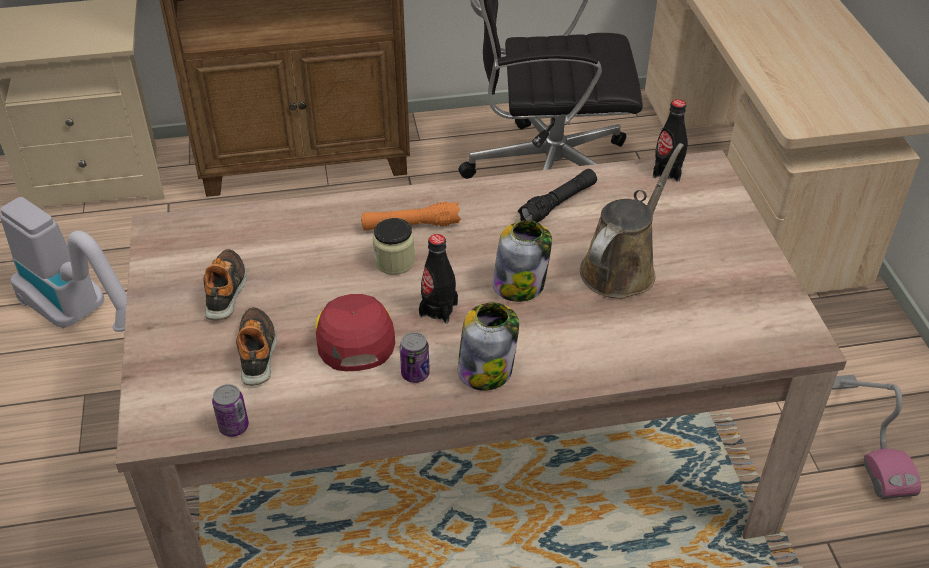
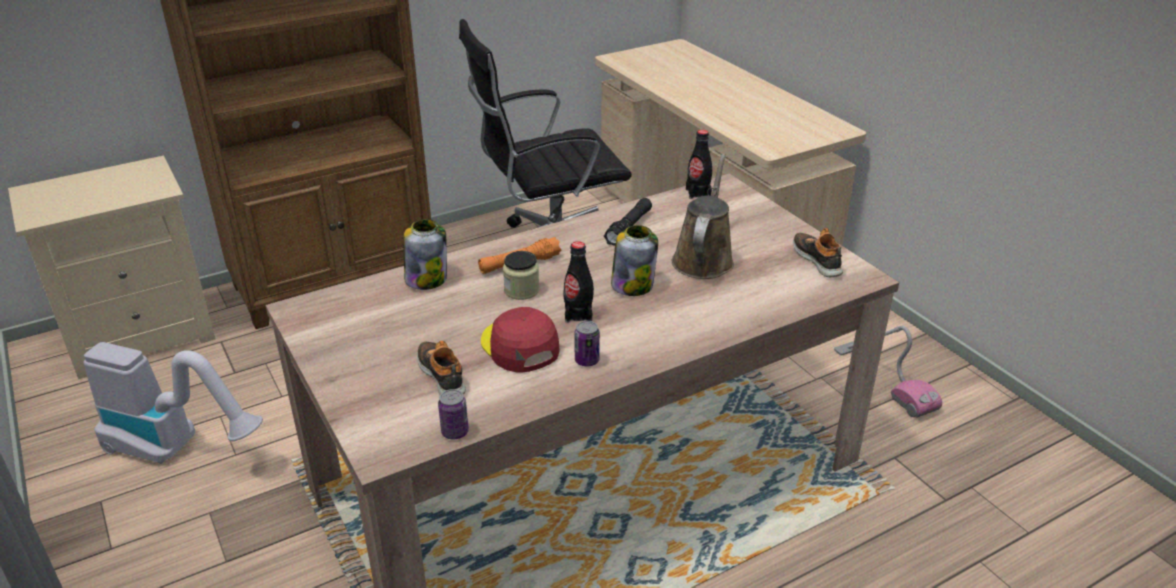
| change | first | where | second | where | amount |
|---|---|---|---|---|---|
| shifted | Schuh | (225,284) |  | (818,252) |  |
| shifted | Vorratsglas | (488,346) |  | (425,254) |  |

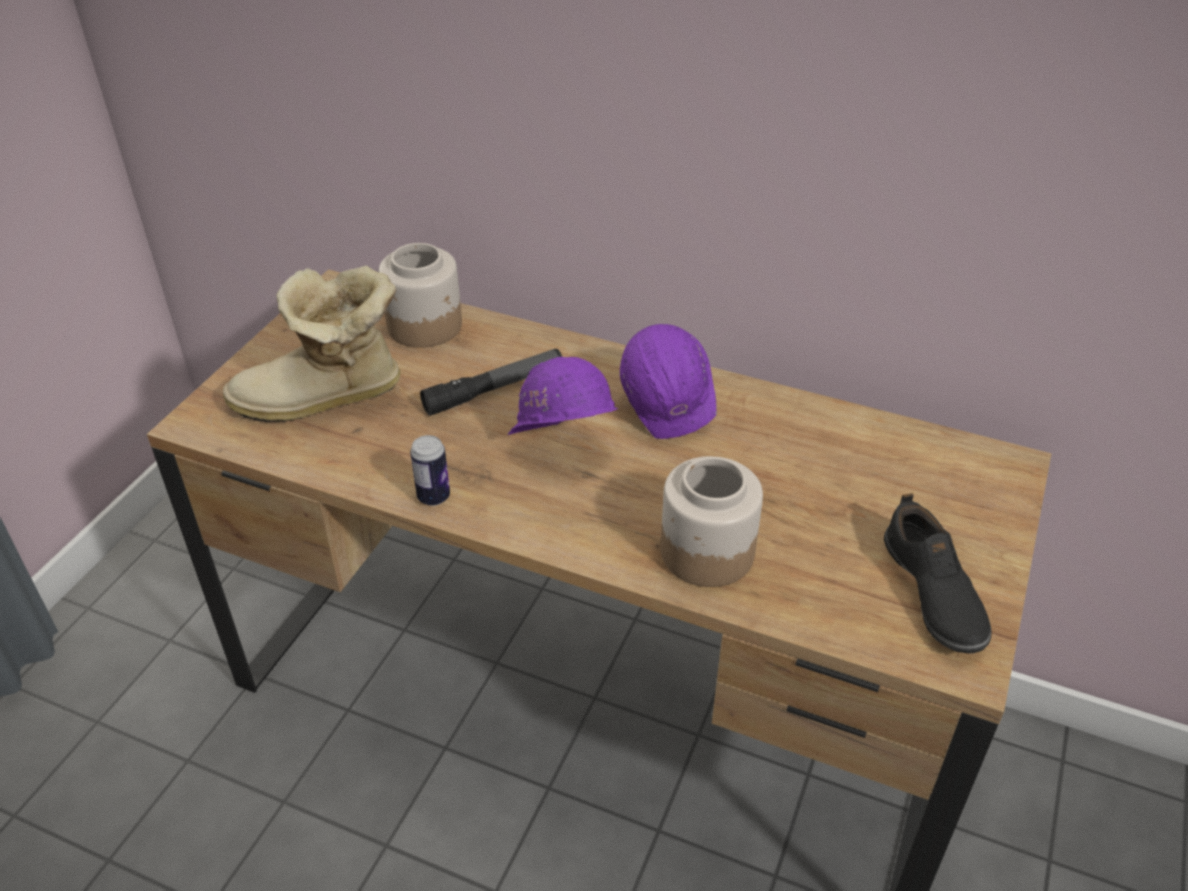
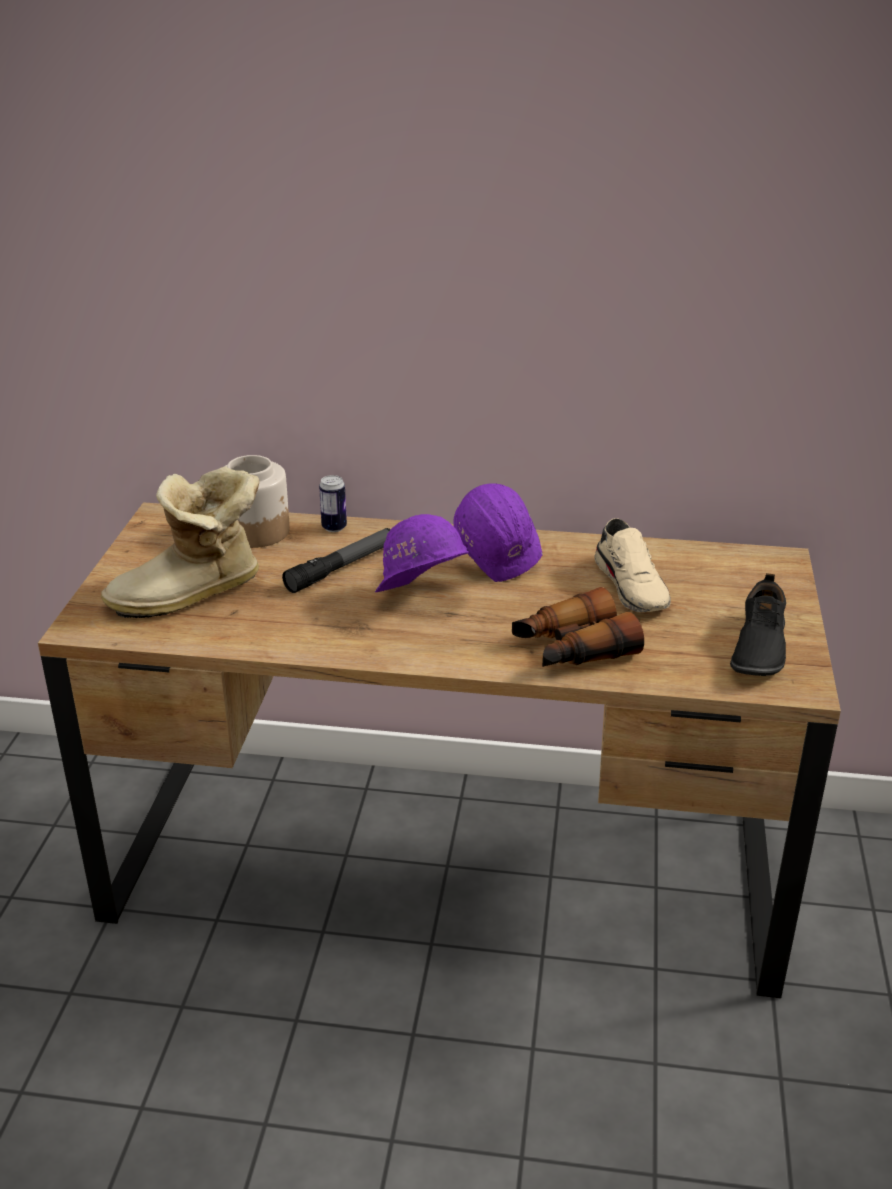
| change | first | where | second | where | amount |
|---|---|---|---|---|---|
| shifted | Dose | (430,470) |  | (333,503) |  |
| swapped | Vorratsglas | (712,521) | Fernglas | (578,627) |  |
| rotated | Schuh/schwarz | (937,573) |  | (758,624) | 45 degrees clockwise |
| new |  |  | Schuh/beige | (633,565) |  |

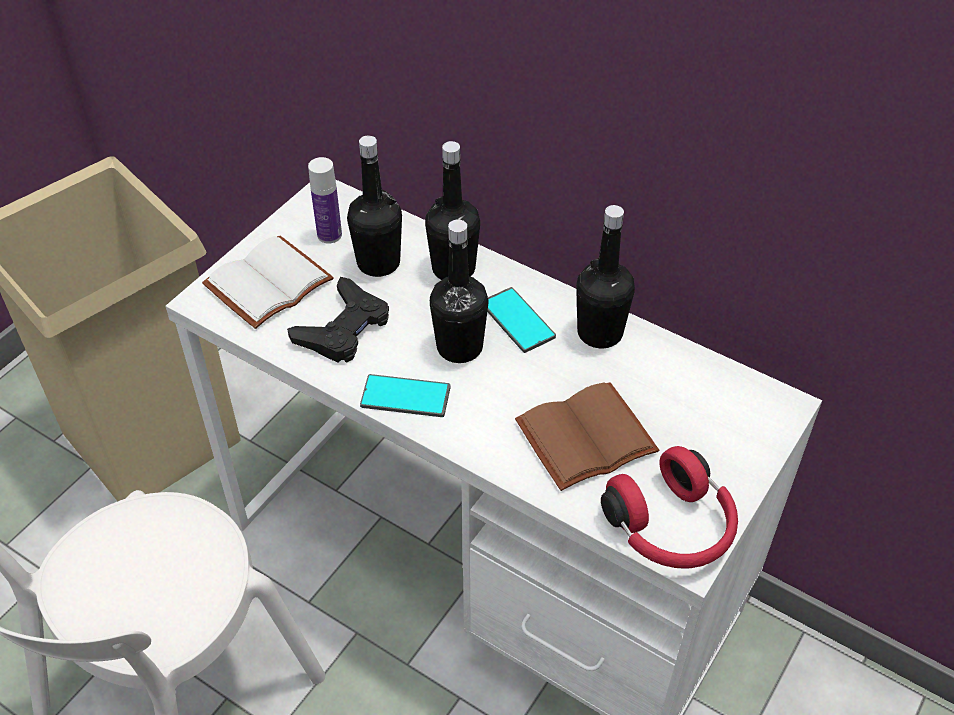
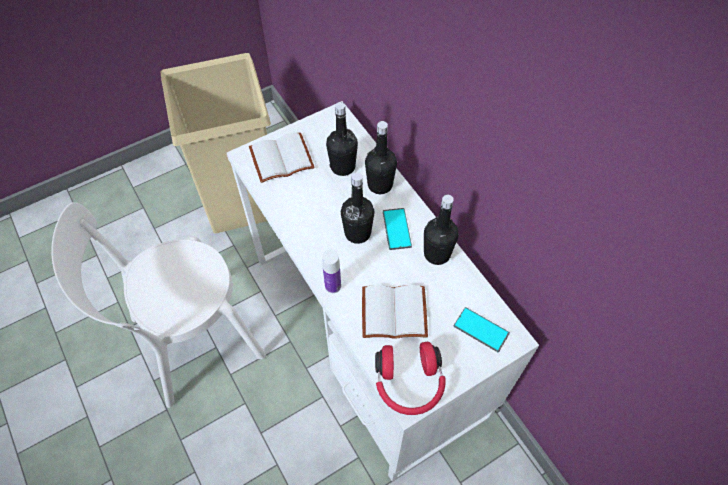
| change | first | where | second | where | amount |
|---|---|---|---|---|---|
| shifted | Flasche | (325,200) |  | (331,271) |  |
| gone | Gamepad/schwarz | (338,320) |  |  |  |
| shifted | Handy | (405,395) |  | (482,329) |  |
| repainted | Buch/braun | (587,436) | Buch/weiß | (395,312) |  |

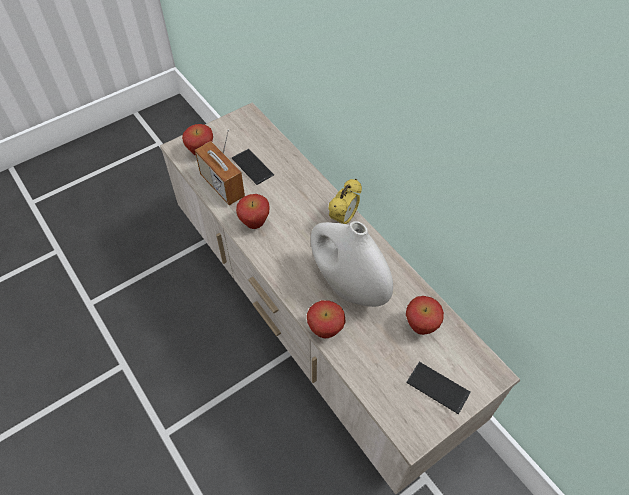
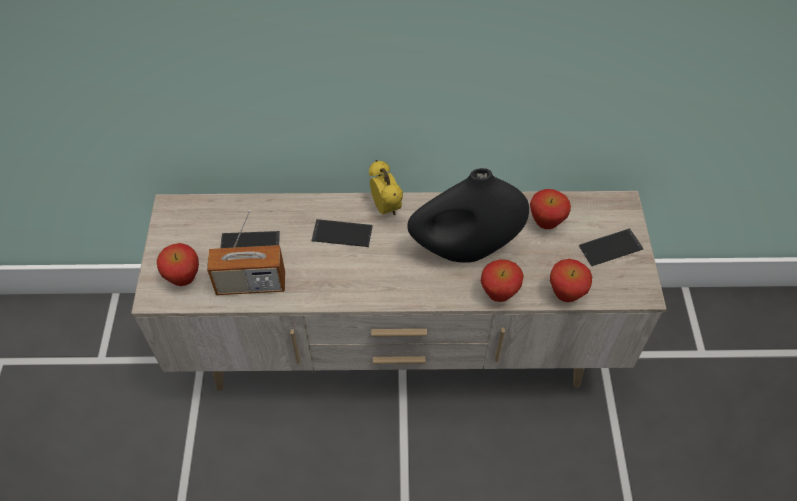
| change | first | where | second | where | amount |
|---|---|---|---|---|---|
| shifted | Apfel | (253,211) |  | (571,280) |  |
| repainted | Vase/weiß | (352,264) | Vase/schwarz | (468,215) |  |
| new |  |  | Handy | (342,233) |  |

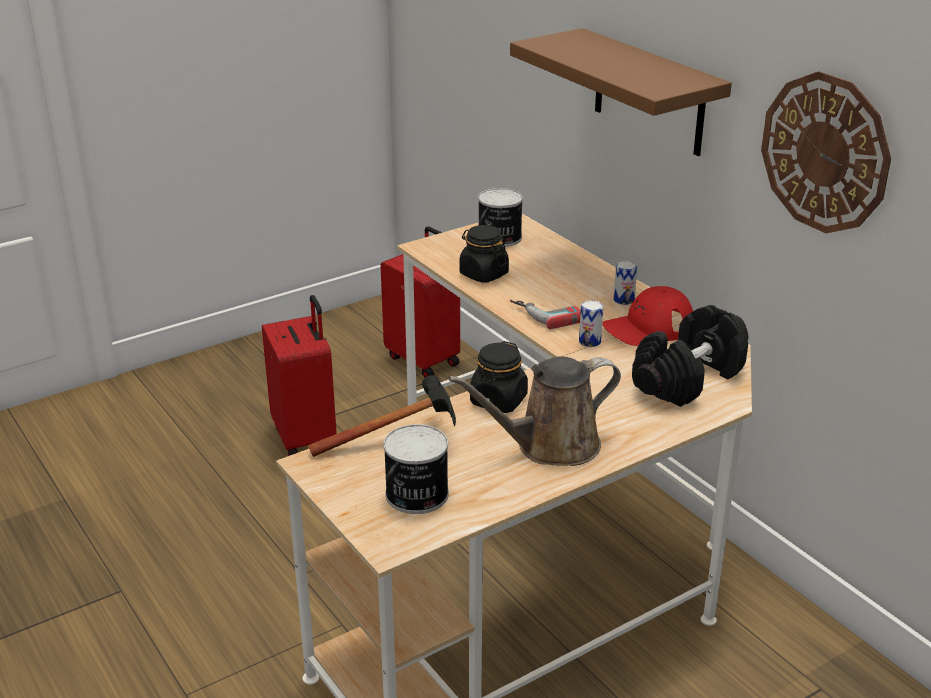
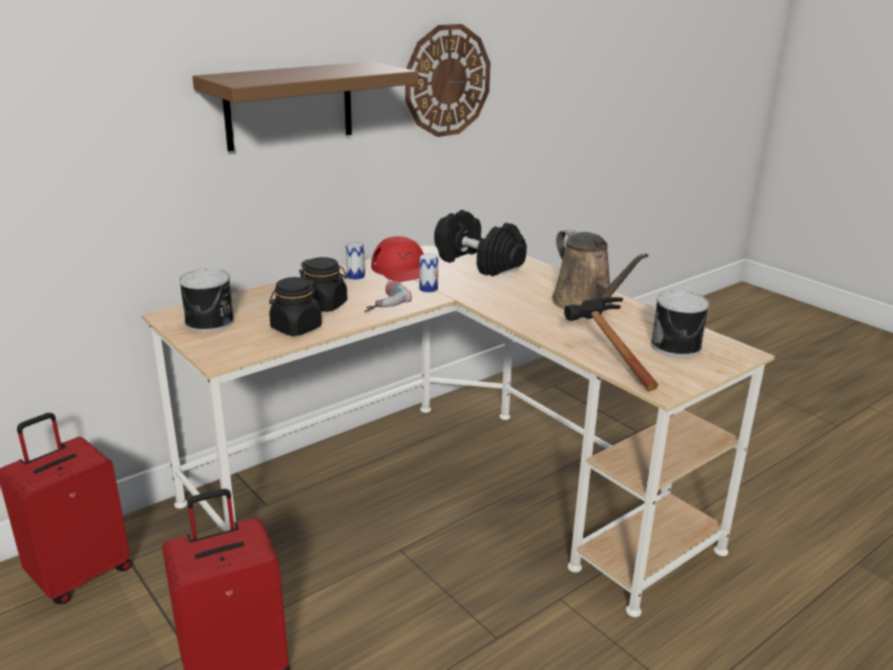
| change | first | where | second | where | amount |
|---|---|---|---|---|---|
| shifted | Vorratsglas/schwarz | (499,377) |  | (323,284) |  |

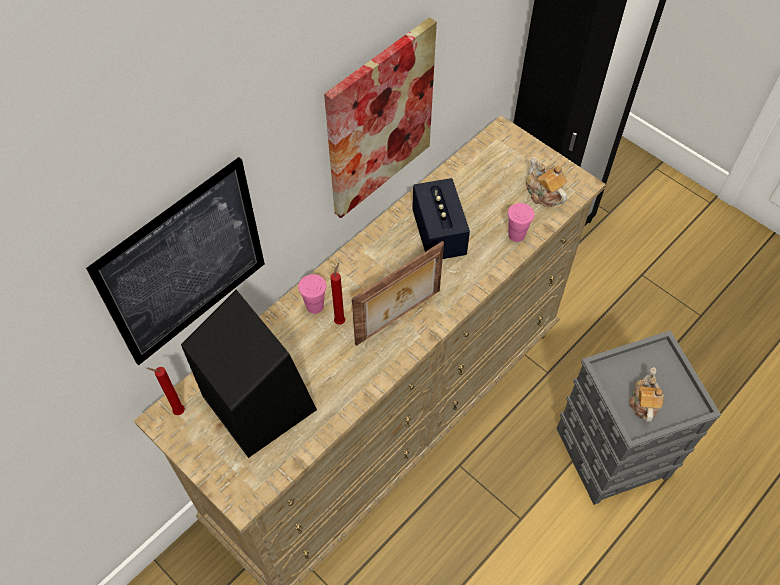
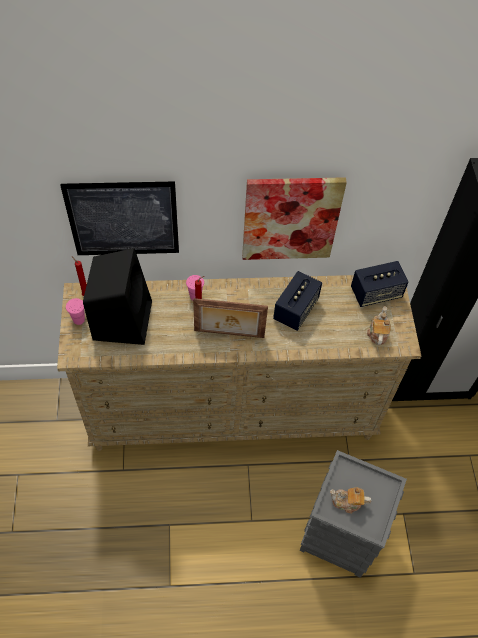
| change | first | where | second | where | amount |
|---|---|---|---|---|---|
| shifted | Tasse/rosa | (521,222) |  | (75,311) |  |
| rotated | Teekanne | (646,394) |  | (350,500) | 135 degrees counterclockwise |
| new |  |  | Lautsprecher | (380,284) |  |

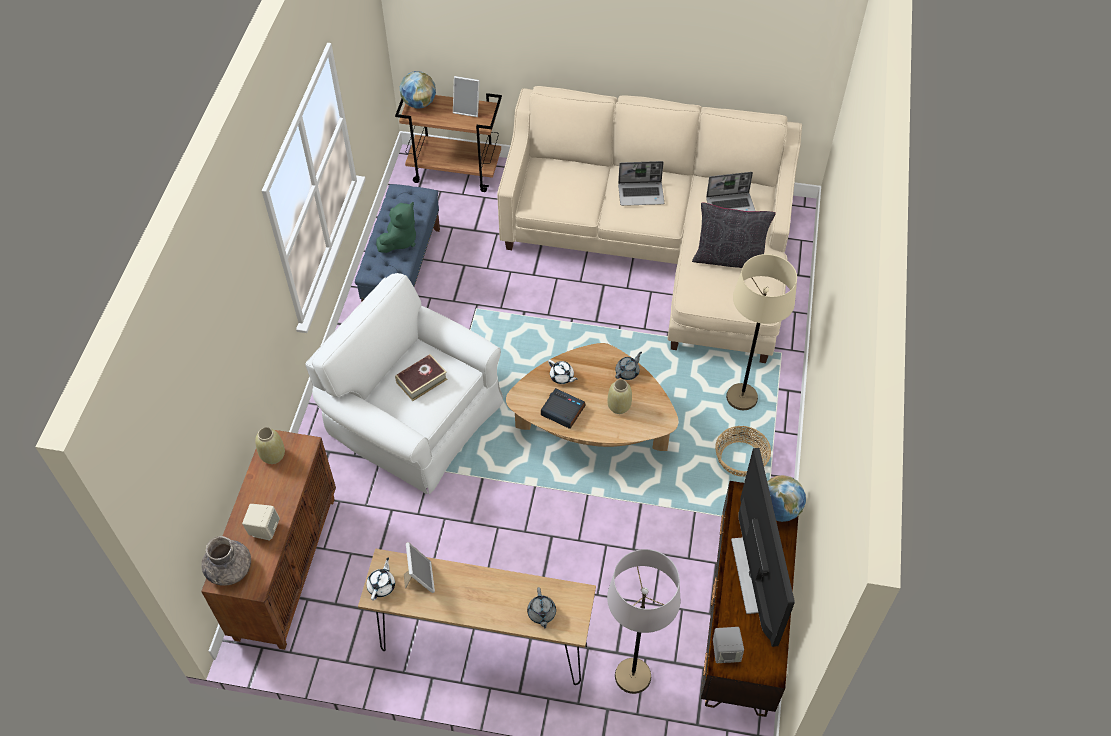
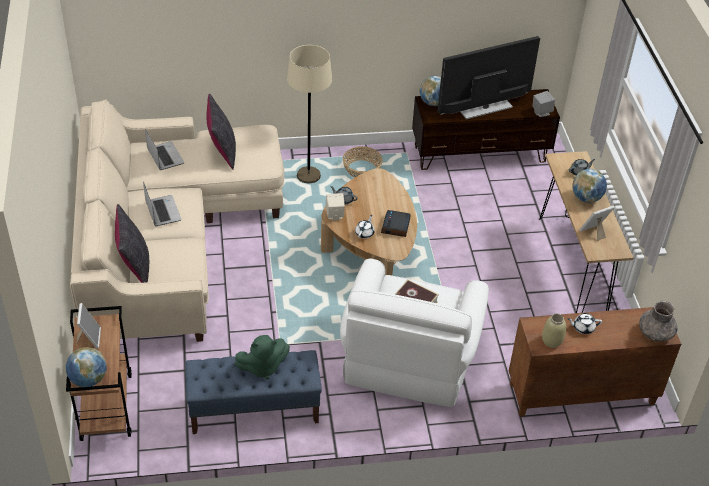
| change | first | where | second | where | amount |
|---|---|---|---|---|---|
| rotated | Plüschtier/grün | (396,227) |  | (262,357) | 150 degrees clockwise |
| gone | Vase/beige | (620,396) |  |  |  |
| shifted | Lautsprecher/beige | (261,522) |  | (335,206) |  |
| gone | Stehlampe/grau | (644,621) |  |  |  |
| shifted | Teekanne/weiß | (380,579) |  | (585,323) |  |
| new |  |  | Globus | (589,186) |  |
| new |  |  | Kissen/schwarz | (132,243) |  |

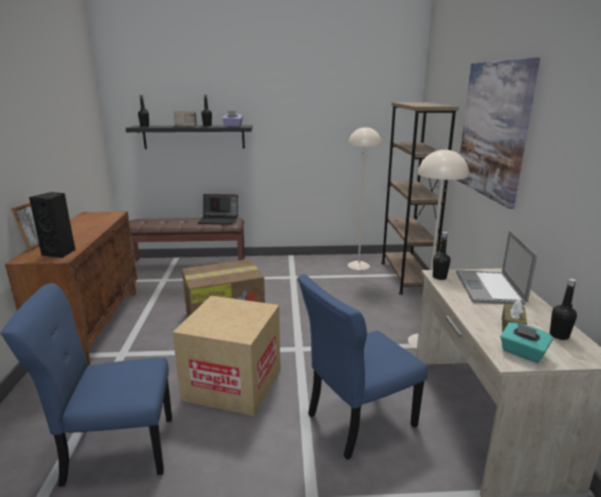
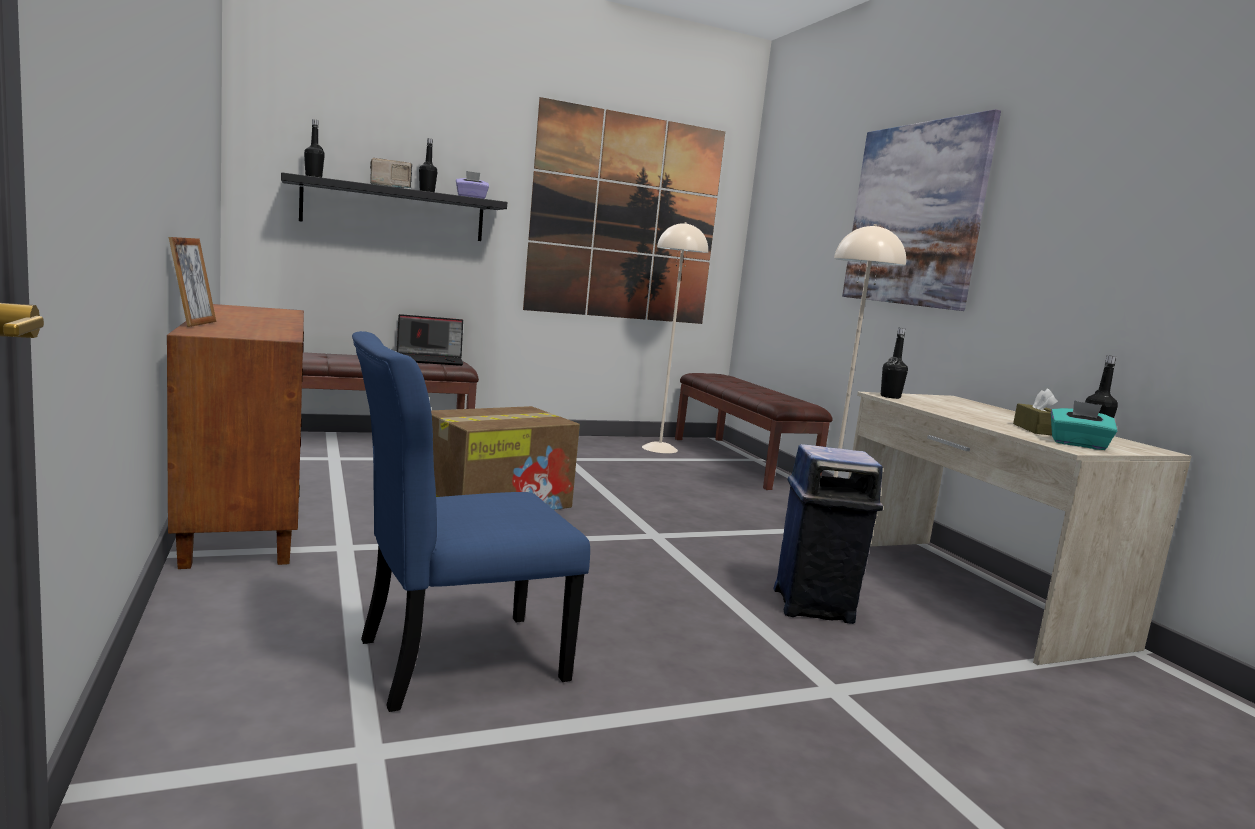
| change | first | where | second | where | amount |
|---|---|---|---|---|---|
| swapped | Bücherregal/braun | (420,198) | Bank/braun | (754,431) |  |
| gone | Lautsprecher/schwarz | (52,225) |  |  |  |
| gone | Laptop | (496,267) |  |  |  |
| swapped | Stuhl/blau | (362,367) | Mülleimer/blau | (828,534) |  |
| gone | Karton | (226,356) |  |  |  |
| new |  |  | Bild | (624,210) |  |

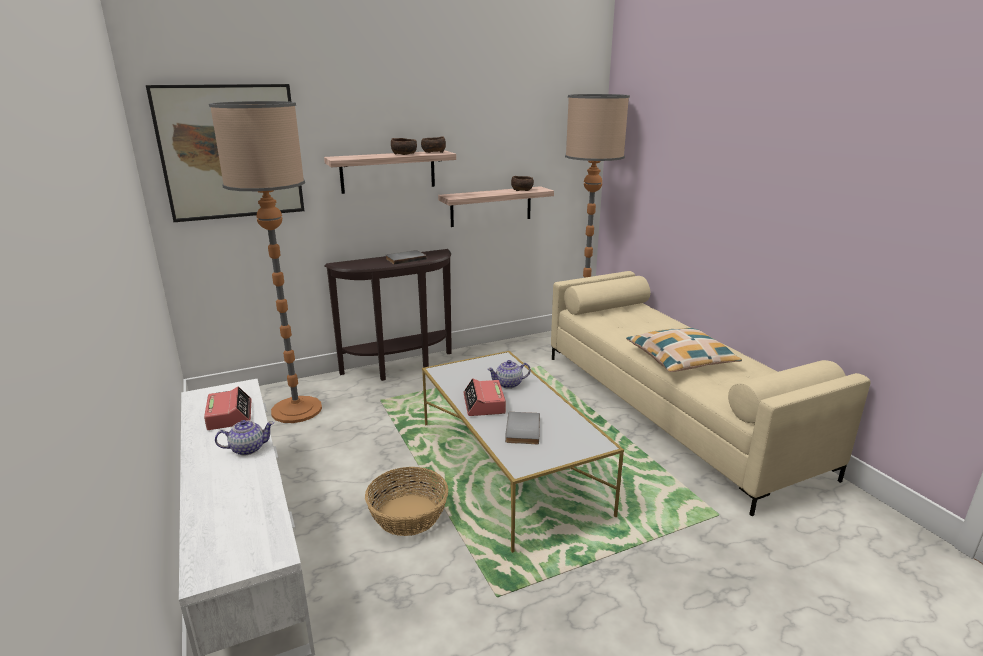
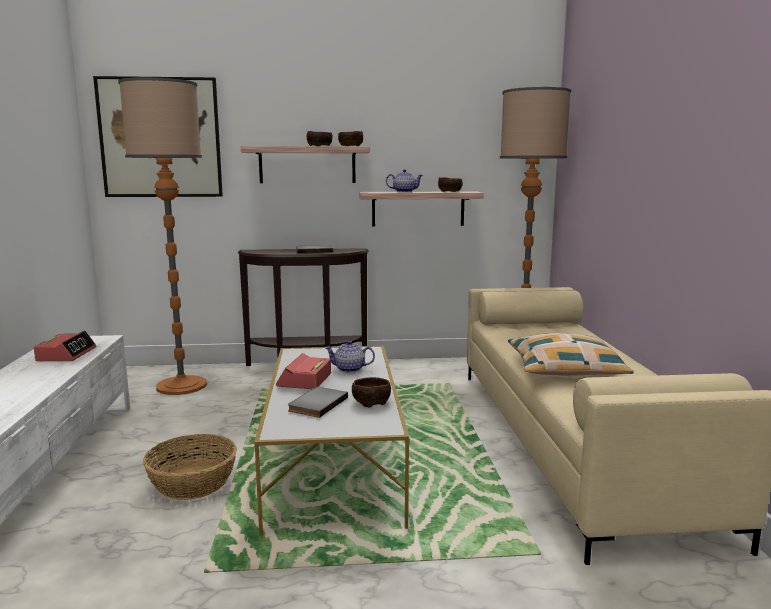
| change | first | where | second | where | amount |
|---|---|---|---|---|---|
| shifted | Teekanne | (244,438) |  | (404,181) |  |
| new |  |  | Schüssel/braun | (371,392) |  |

